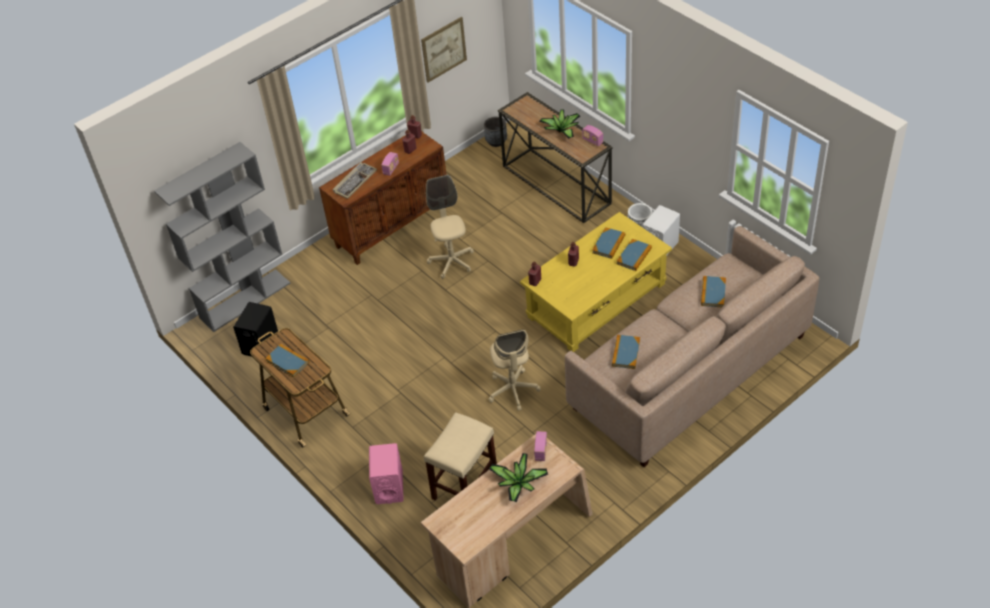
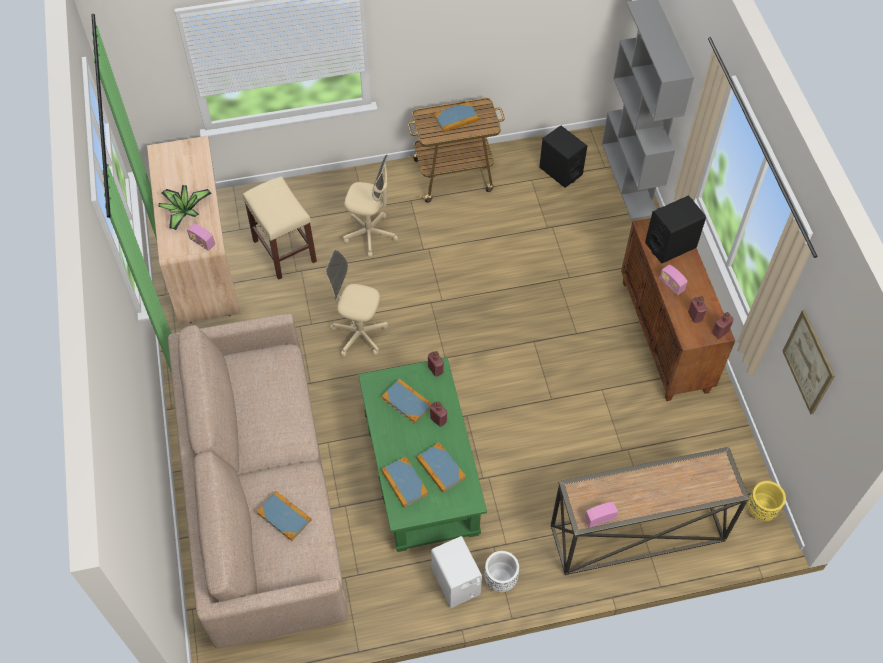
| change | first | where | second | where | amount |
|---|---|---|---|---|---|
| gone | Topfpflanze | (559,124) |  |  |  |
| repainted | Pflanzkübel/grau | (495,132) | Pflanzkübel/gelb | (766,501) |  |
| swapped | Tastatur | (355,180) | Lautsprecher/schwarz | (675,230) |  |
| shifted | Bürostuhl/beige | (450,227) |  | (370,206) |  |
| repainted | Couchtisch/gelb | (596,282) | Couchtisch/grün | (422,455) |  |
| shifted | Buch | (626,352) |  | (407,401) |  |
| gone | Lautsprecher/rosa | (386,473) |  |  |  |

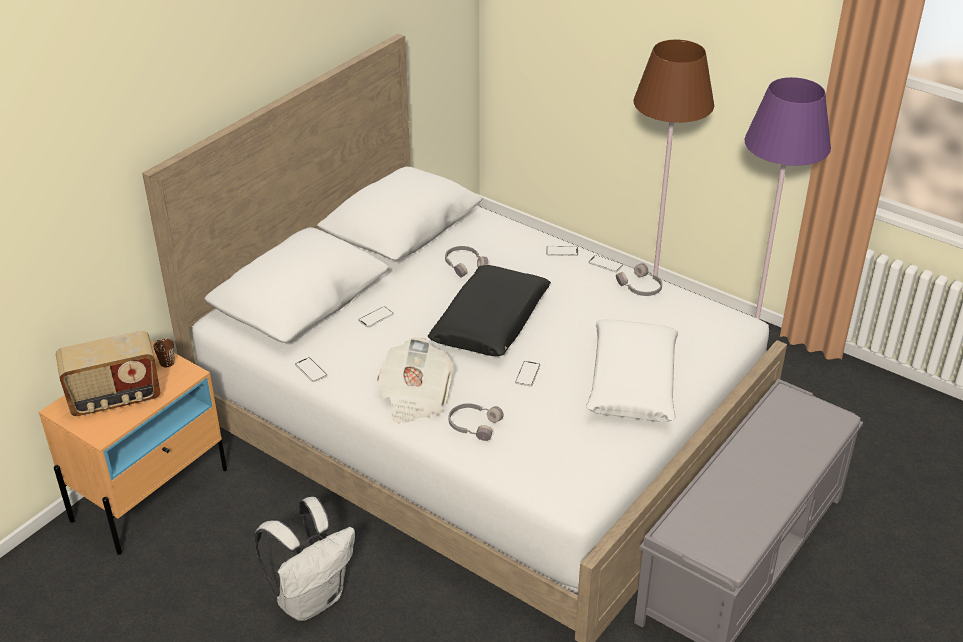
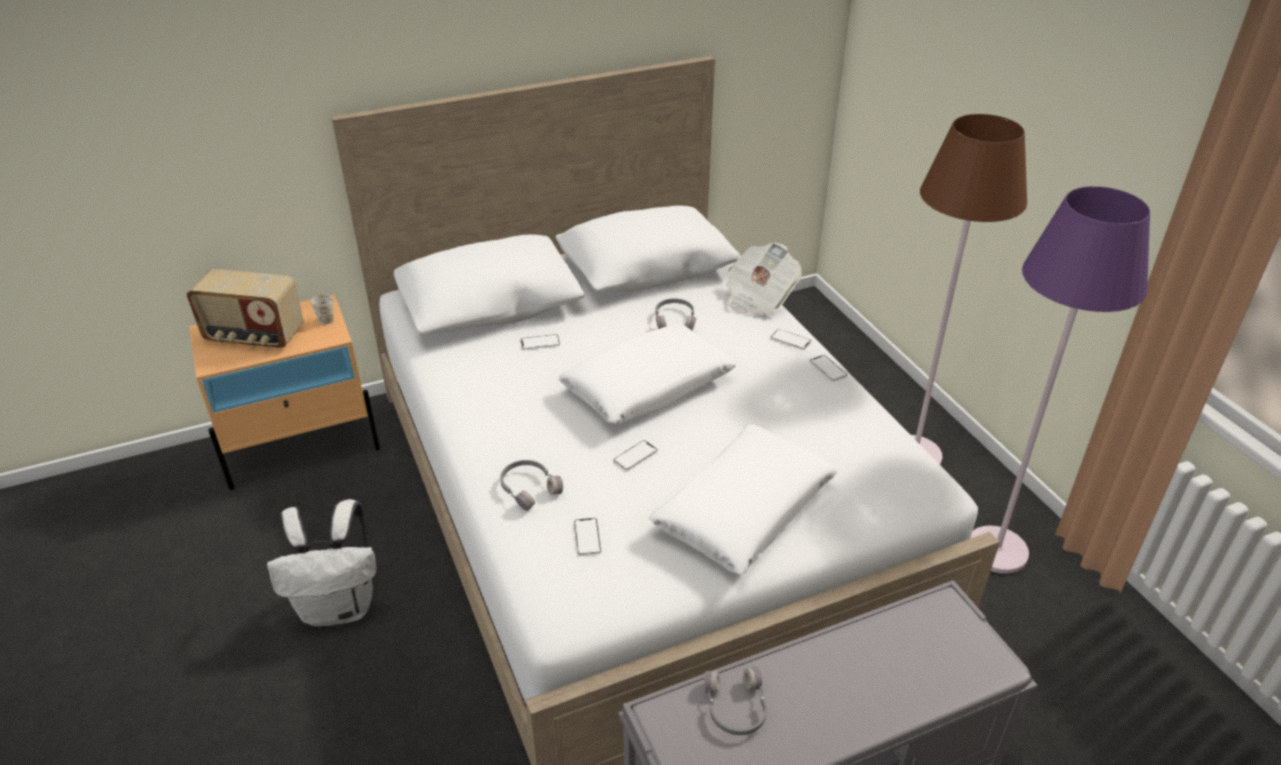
| change | first | where | second | where | amount |
|---|---|---|---|---|---|
| shifted | Kopfhörer/grau | (639,279) |  | (735,701) |  |
| repainted | Kissen/schwarz | (489,310) | Kissen/weiß | (648,374) |  |
| shifted | Zeitung | (415,380) |  | (764,279) |  |
| repainted | Henkelbecher/braun | (164,352) | Henkelbecher/weiß | (322,309) |  |
| shifted | Handy | (311,369) |  | (588,536) |  |

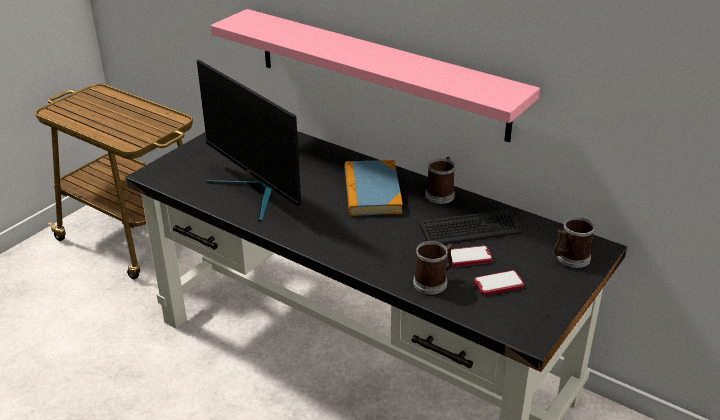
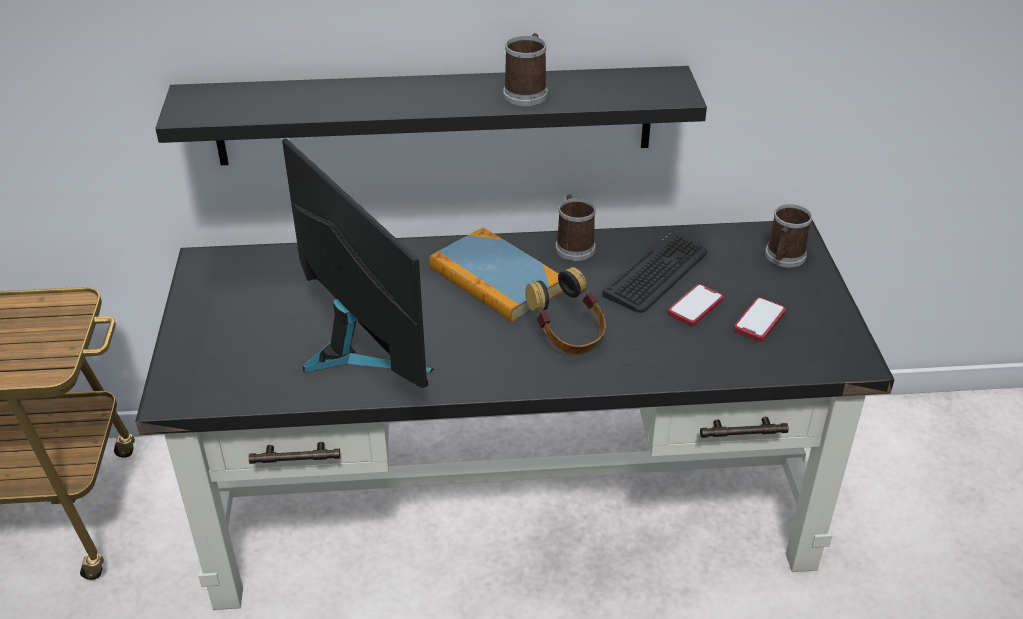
| change | first | where | second | where | amount |
|---|---|---|---|---|---|
| repainted | Wandregal/rosa | (375,75) | Wandregal/schwarz | (431,115) |  |
| rotated | Monitor | (249,141) |  | (358,263) | 135 degrees counterclockwise |
| shifted | Henkelbecher | (433,268) |  | (525,69) |  |
| new |  |  | Kopfhörer | (565,310) |  |

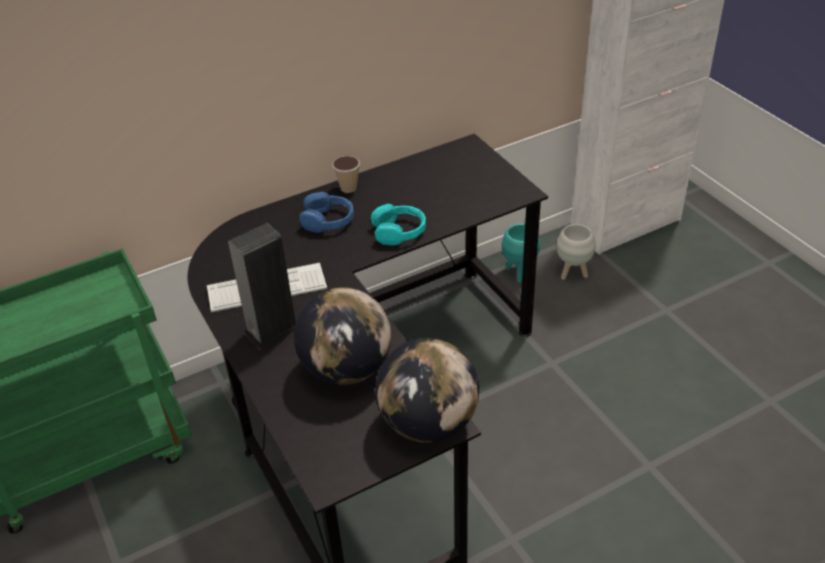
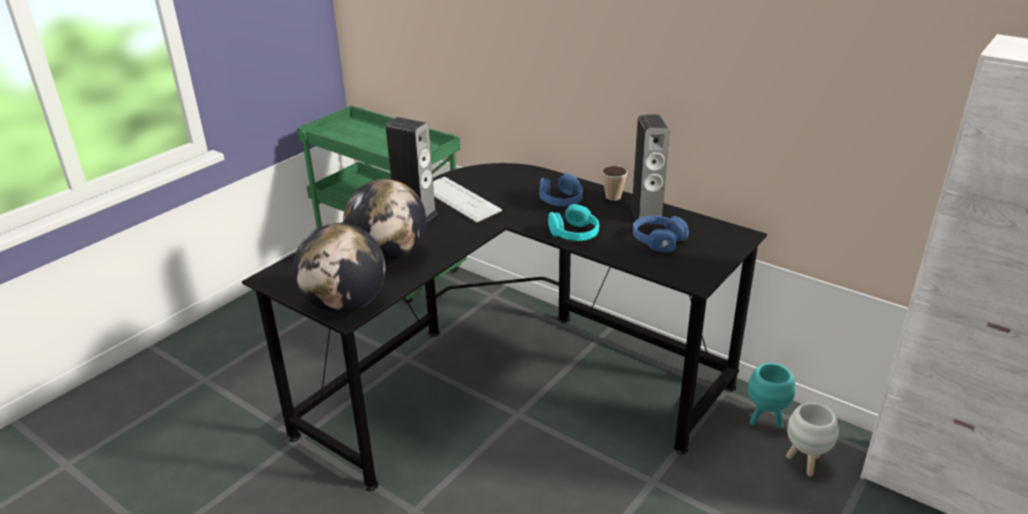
| change | first | where | second | where | amount |
|---|---|---|---|---|---|
| new |  |  | Lautsprecher | (649,167) |  |
| new |  |  | Kopfhörer/blau | (661,234) |  |

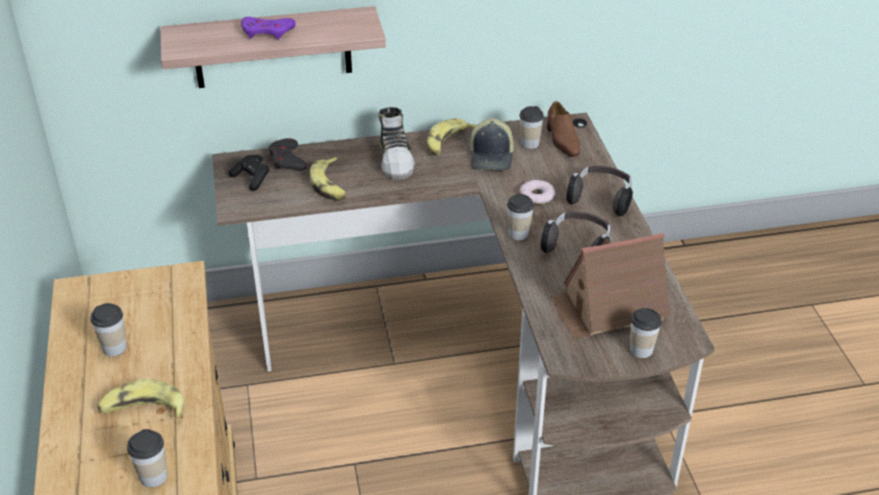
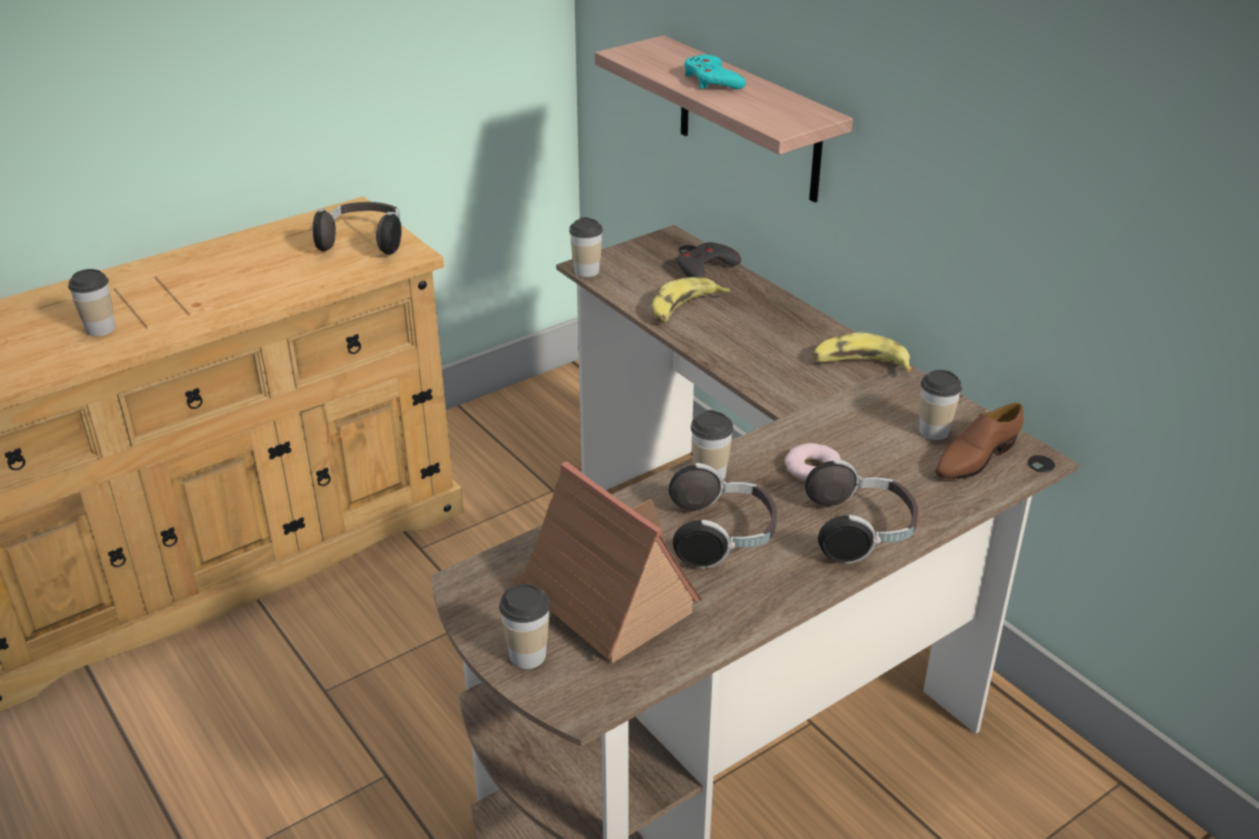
| change | first | where | second | where | amount |
|---|---|---|---|---|---|
| repainted | Gamepad/lila | (268,28) | Gamepad/türkis | (715,71) |  |
| gone | Schuh | (396,143) |  |  |  |
| gone | Kappe | (492,144) |  |  |  |
| gone | Gamepad/schwarz | (249,173) |  |  |  |
| shifted | Tasse | (109,329) |  | (586,247) |  |
| gone | Banane | (140,399) |  |  |  |
| new |  |  | Kopfhörer | (357,228) |  |

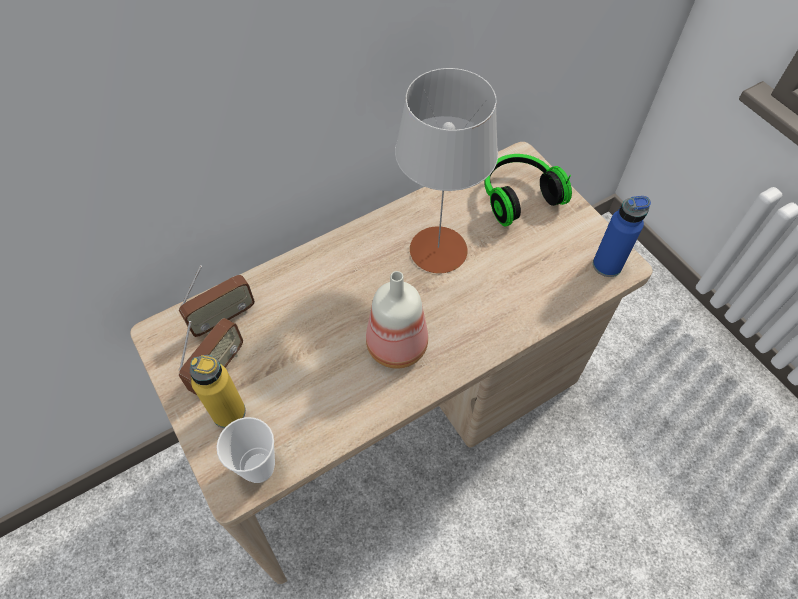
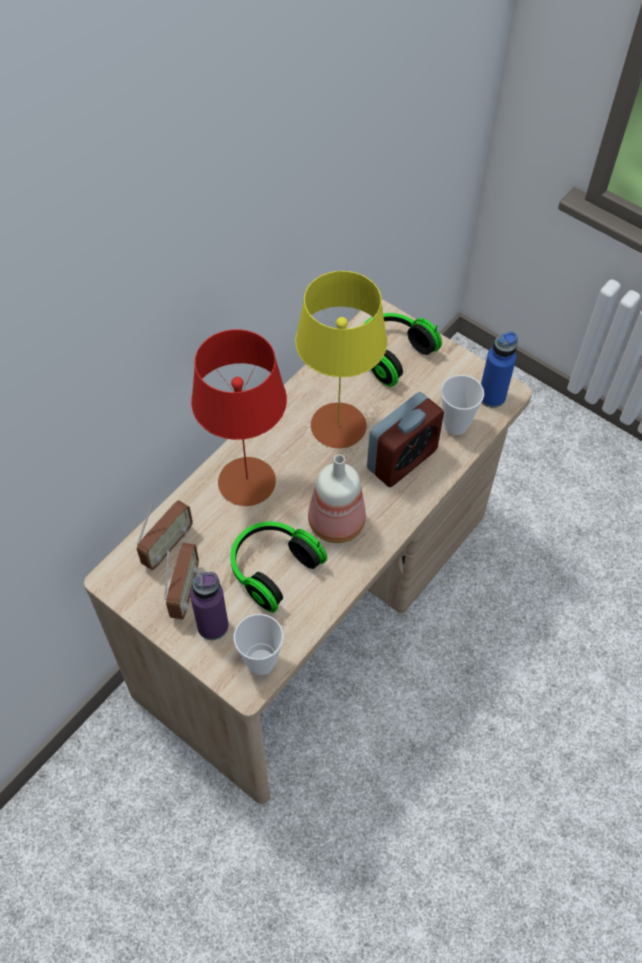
| change | first | where | second | where | amount |
|---|---|---|---|---|---|
| repainted | Tischlampe/grau | (446,170) | Tischlampe/gelb | (341,359) |  |
| repainted | Flasche/gelb | (218,391) | Flasche/lila | (209,606) |  |
| new |  |  | Tischlampe/rot | (239,417) |  |
| new |  |  | Tasse | (462,405) |  |
| new |  |  | Wecker | (405,439) |  |
| new |  |  | Kopfhörer | (278,567) |  |

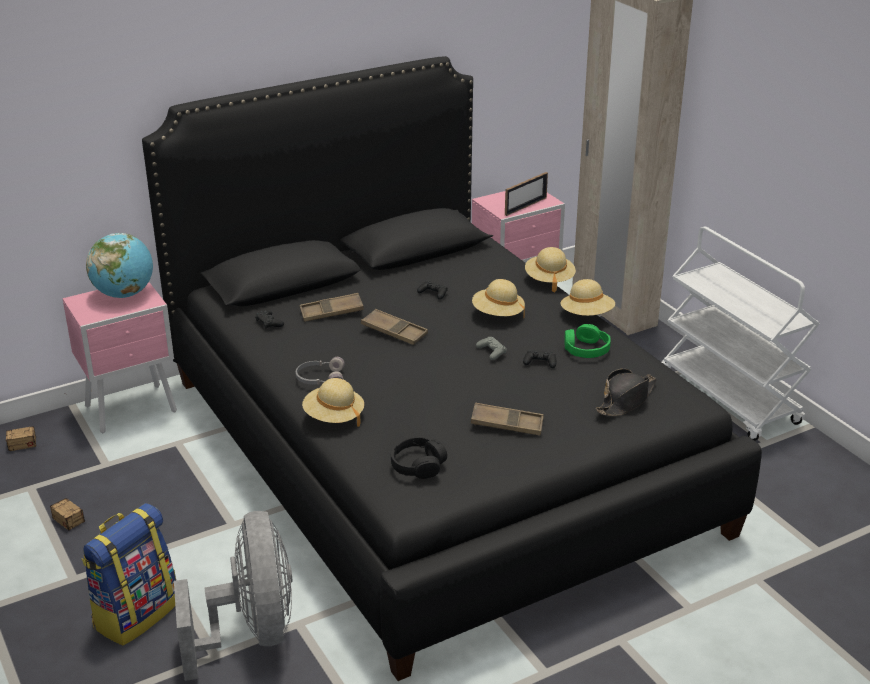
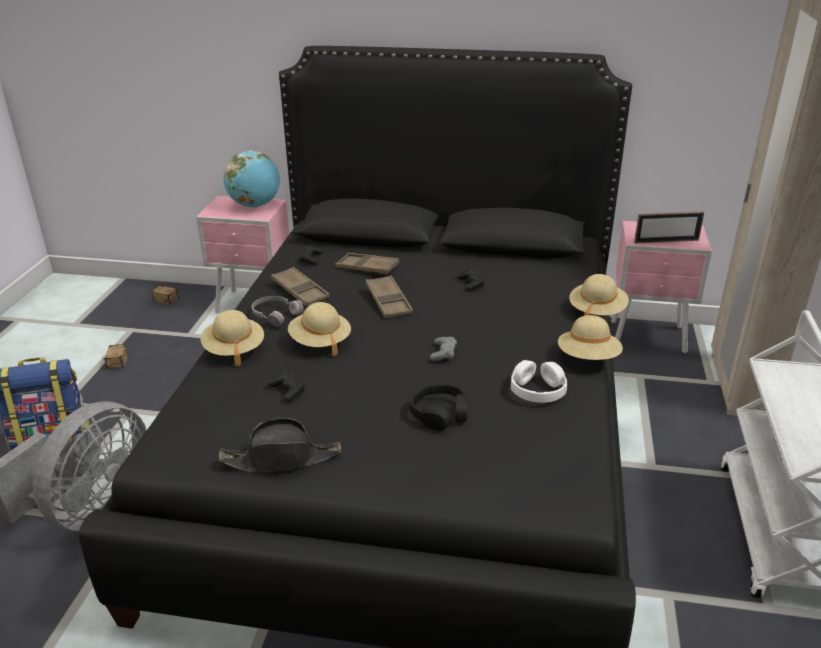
| change | first | where | second | where | amount |
|---|---|---|---|---|---|
| shifted | Hut/beige | (498,298) |  | (319,329) |  |
| repainted | Kopfhörer/grün | (587,341) | Kopfhörer/weiß | (539,381) |  |
| shifted | Gamepad/schwarz | (539,359) |  | (286,387) |  |
| shifted | Hut/schwarz | (626,392) |  | (280,445) |  |
| shifted | Tablett/braun | (507,419) |  | (300,287) |  |
| shifted | Kopfhörer/schwarz | (419,458) |  | (439,407) |  |

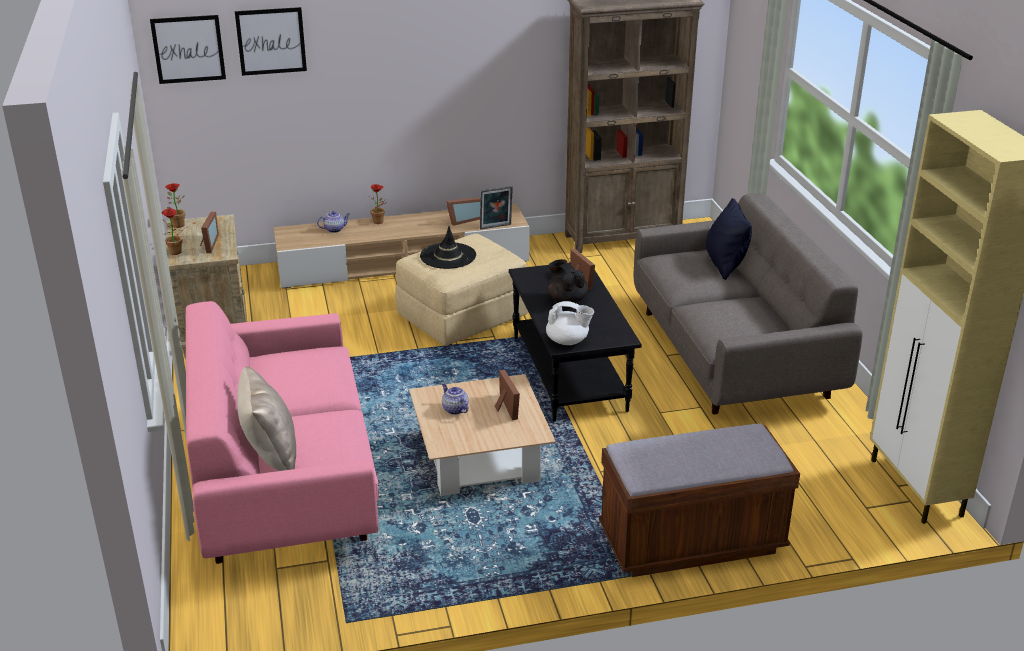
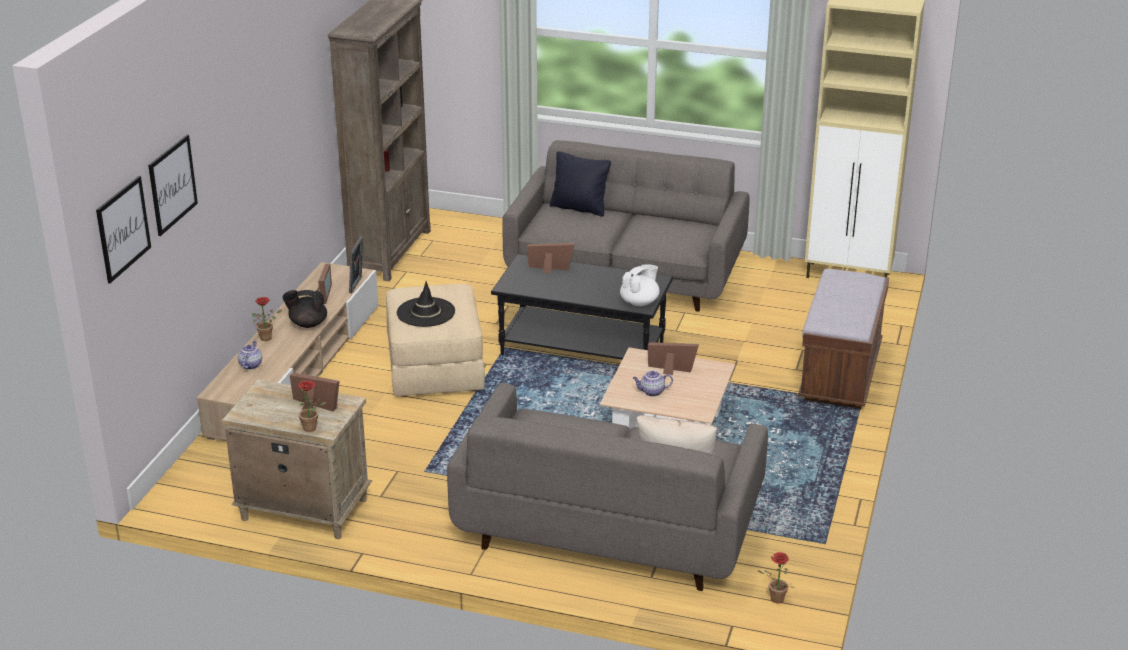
| change | first | where | second | where | amount |
|---|---|---|---|---|---|
| shifted | Topfpflanze | (175,205) |  | (775,577) |  |
| shifted | Teekanne/schwarz | (568,281) |  | (305,309) |  |
| repainted | Sofa/rosa | (282,432) | Sofa/grau | (607,487) |  |

